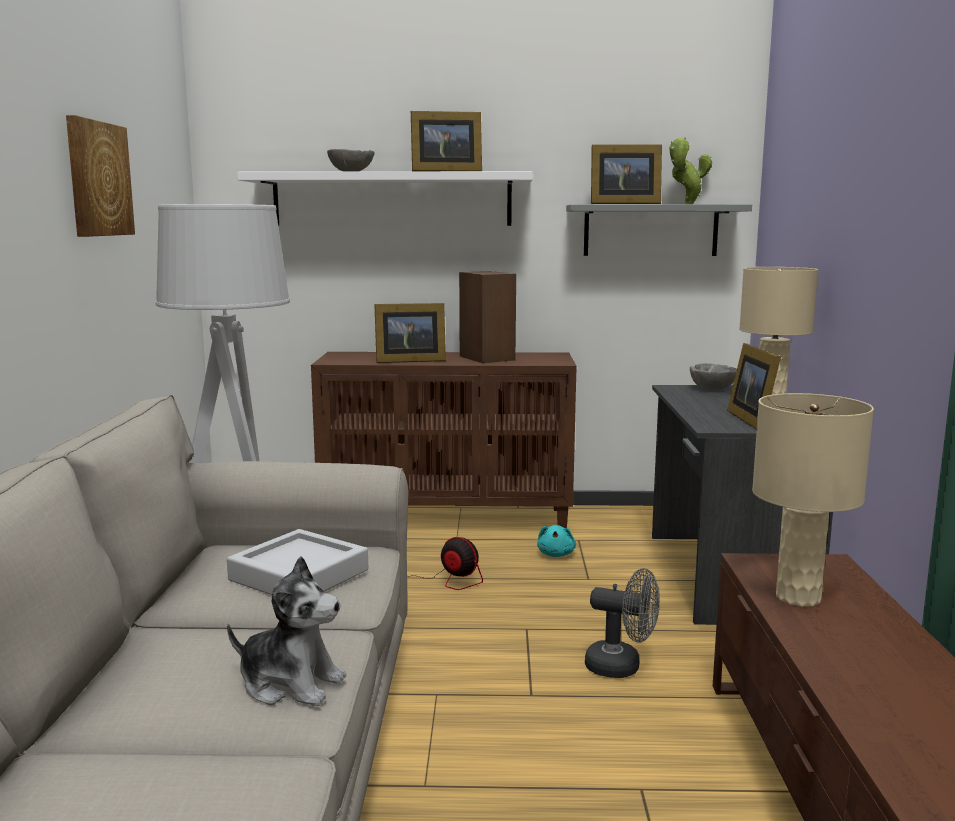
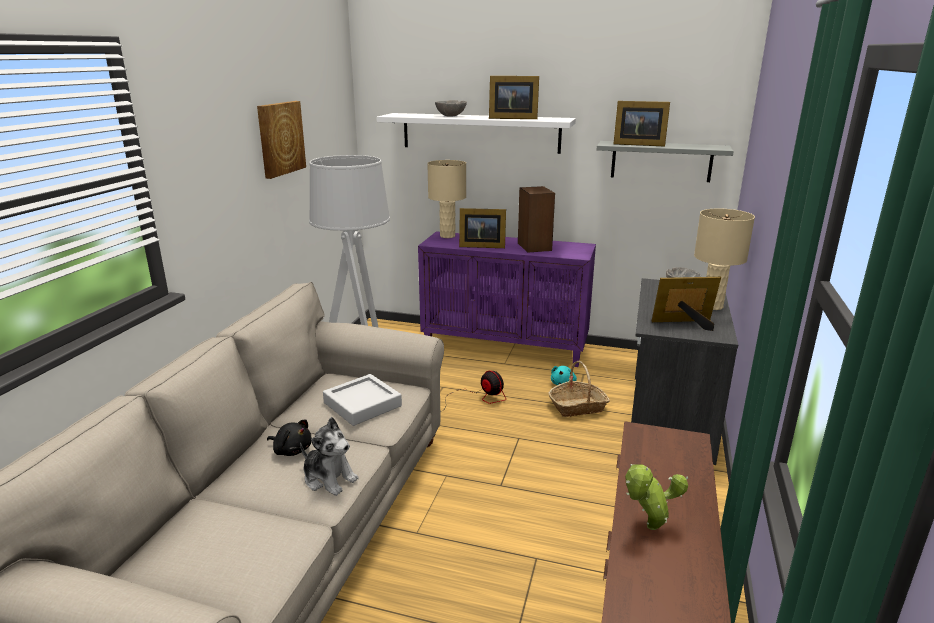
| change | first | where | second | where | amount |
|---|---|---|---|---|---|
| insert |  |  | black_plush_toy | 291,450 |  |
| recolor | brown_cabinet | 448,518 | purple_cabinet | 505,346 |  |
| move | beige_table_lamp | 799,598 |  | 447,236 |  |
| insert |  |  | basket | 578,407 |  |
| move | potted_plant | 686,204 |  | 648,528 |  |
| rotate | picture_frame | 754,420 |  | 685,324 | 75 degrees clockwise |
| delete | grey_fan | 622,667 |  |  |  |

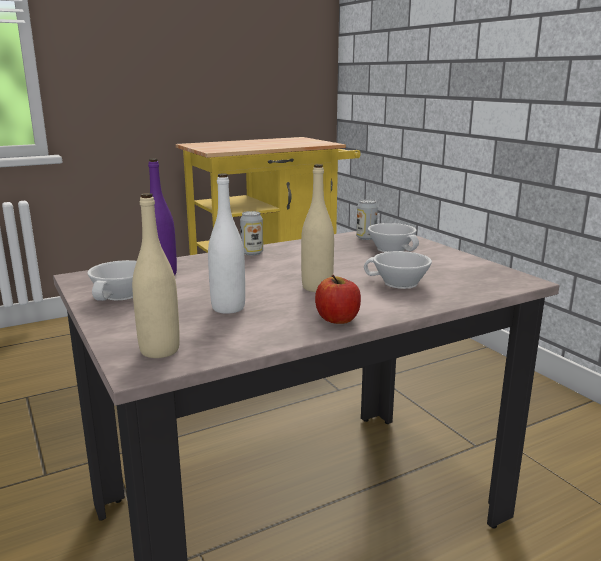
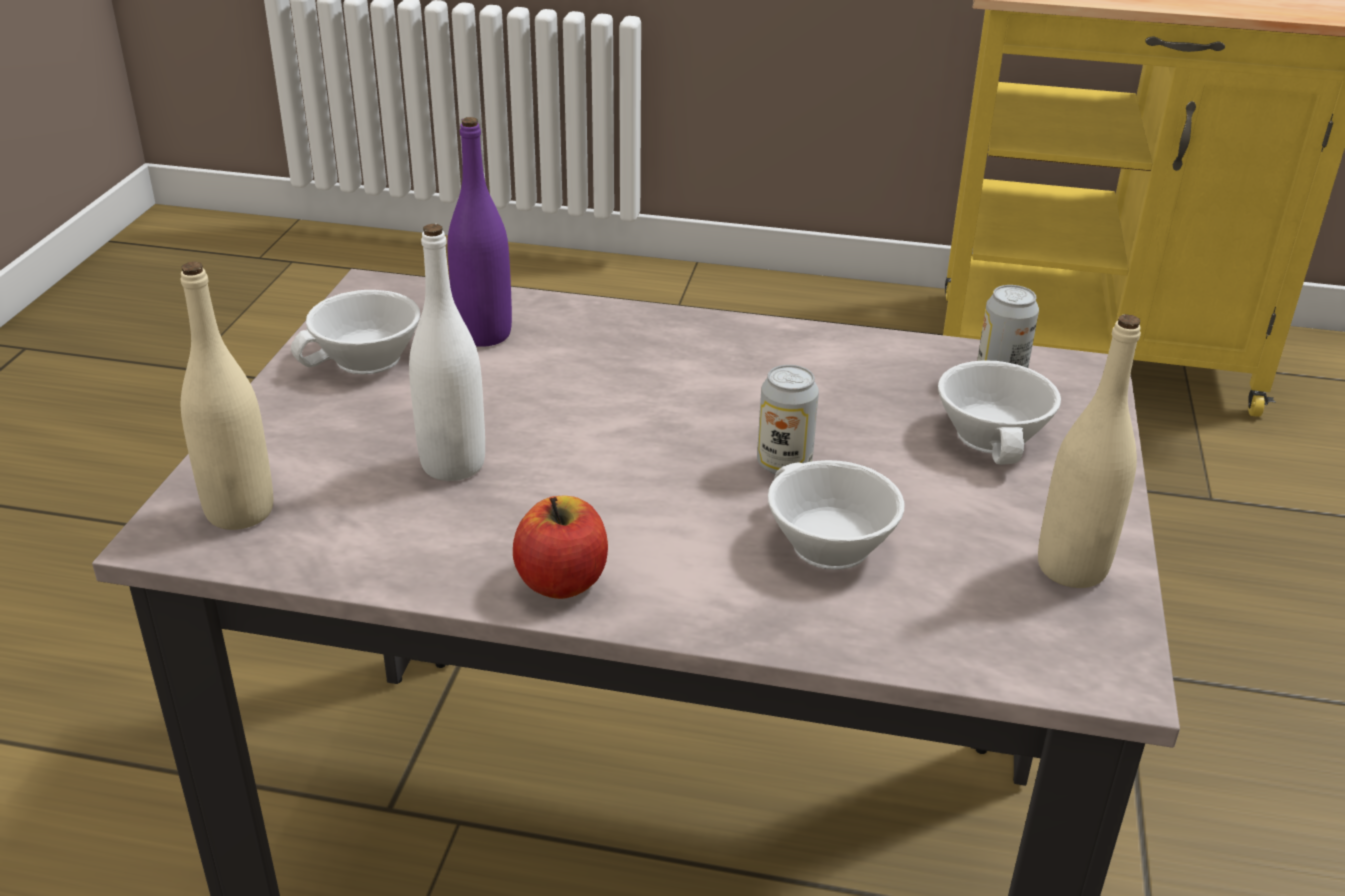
| change | first | where | second | where | amount |
|---|---|---|---|---|---|
| move | can | 252,253 |  | 784,464 |  |
| move | beige_bottle | 317,287 |  | 1071,568 |  |

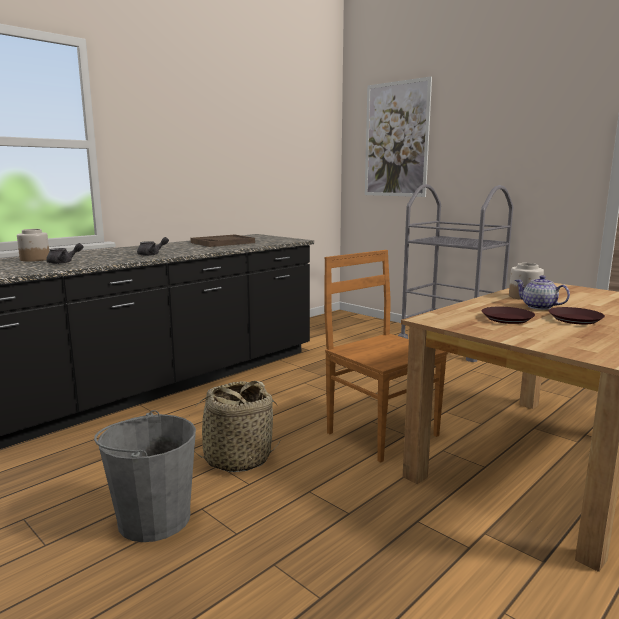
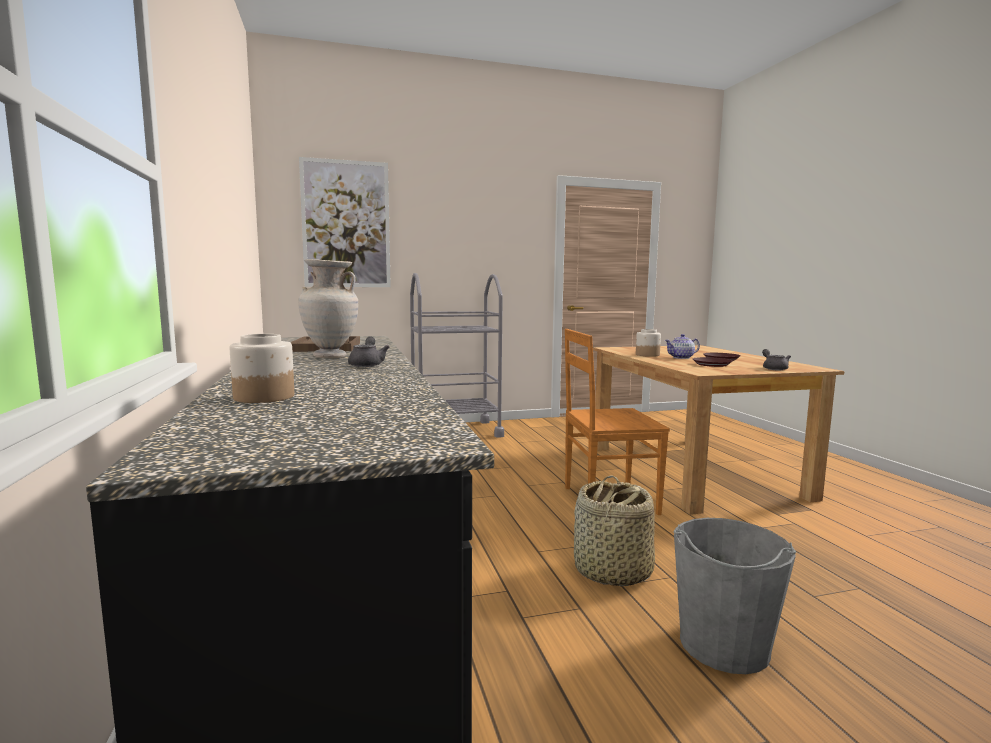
| change | first | where | second | where | amount |
|---|---|---|---|---|---|
| insert |  |  | beige_vase | 330,357 |  |
| move | grey_teapot | 64,262 |  | 773,368 |  |

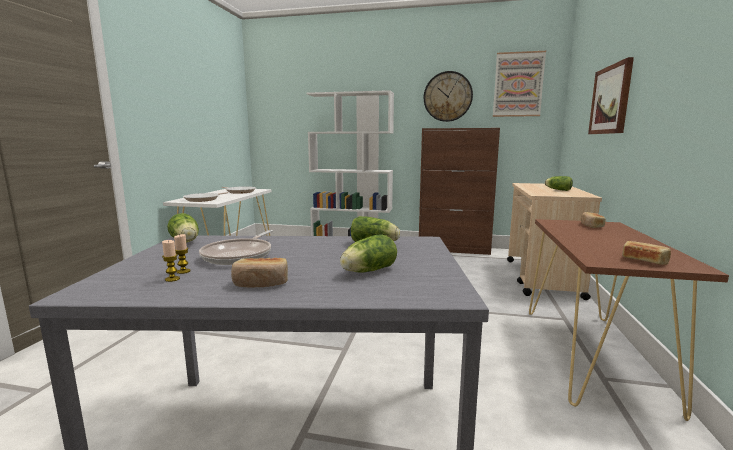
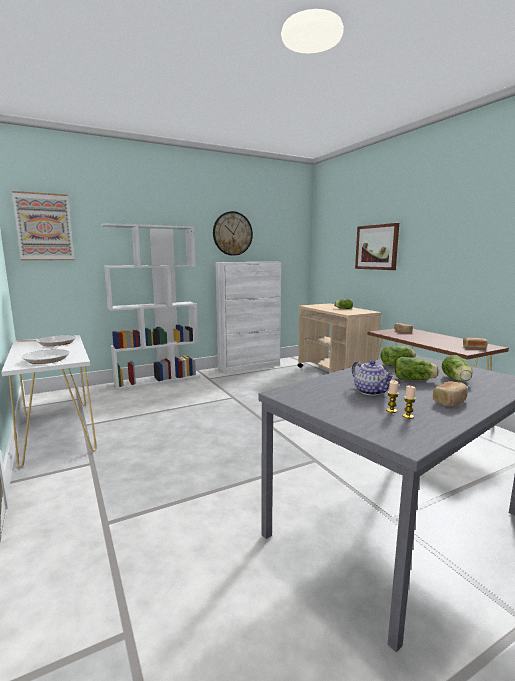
| change | first | where | second | where | amount |
|---|---|---|---|---|---|
| move | picture | 518,84 |  | 44,227 |  |
| recolor | brown_cabinet | 454,249 | white_cabinet | 249,366 |  |
| replace | frying_pan | 240,255 | teapot | 371,392 |  |
| move | lettuce | 185,242 |  | 415,380 |  |

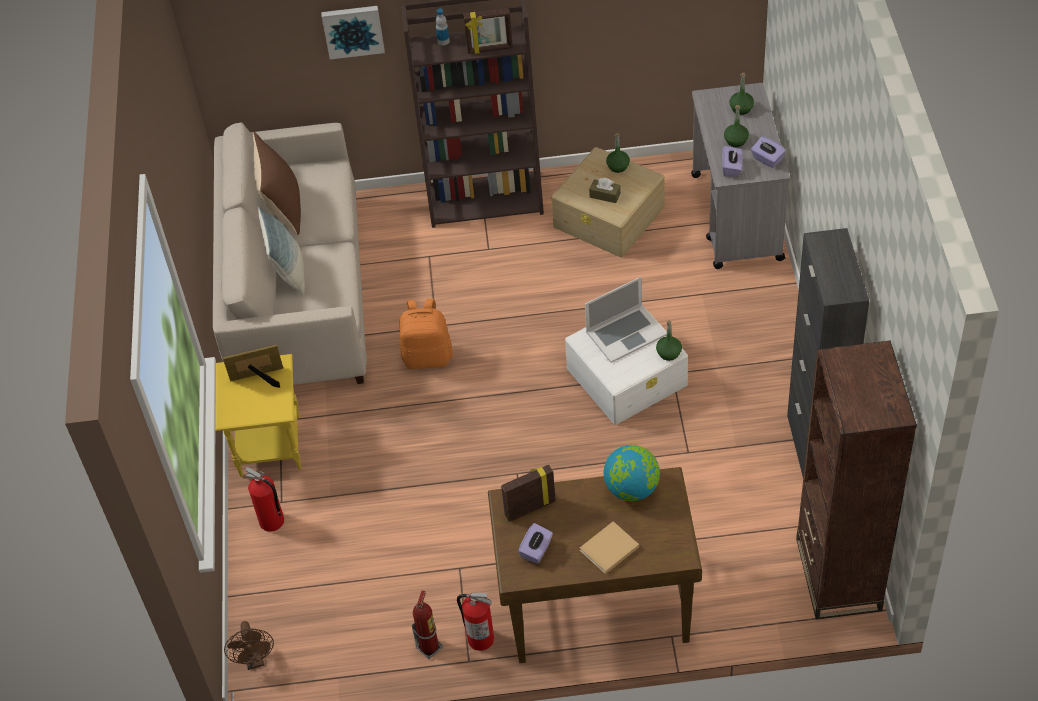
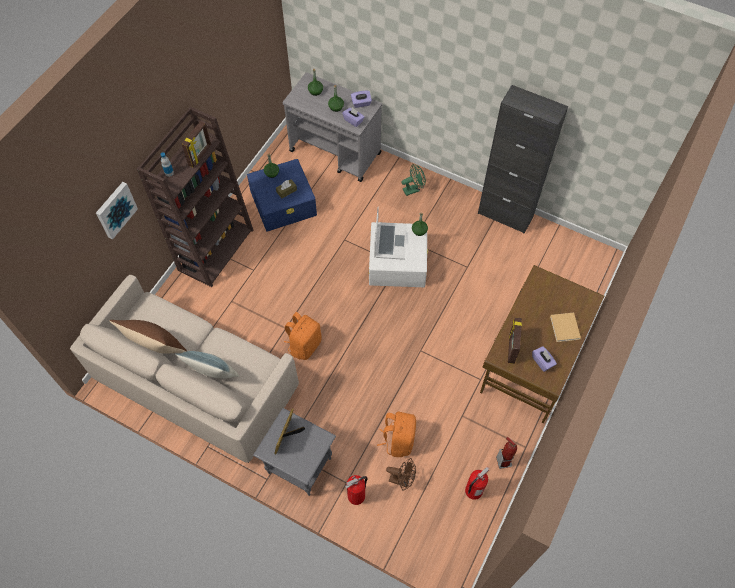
| change | first | where | second | where | amount |
|---|---|---|---|---|---|
| recolor | beige_storage_box | 609,217 | blue_storage_box | 284,203 |  |
| recolor | yellow_side_table | 270,445 | grey_side_table | 299,465 |  |
| insert |  |  | orange_backpack | 398,440 |  |
| move | brown_fan | 255,660 |  | 402,480 |  |
| insert |  |  | green_fan | 413,189 |  |
| move | fire_extinguisher | 480,638 |  | 473,491 |  |
| delete | globe | 632,489 |  |  |  |
| delete | brown_bookcase | 838,574 |  |  |  |

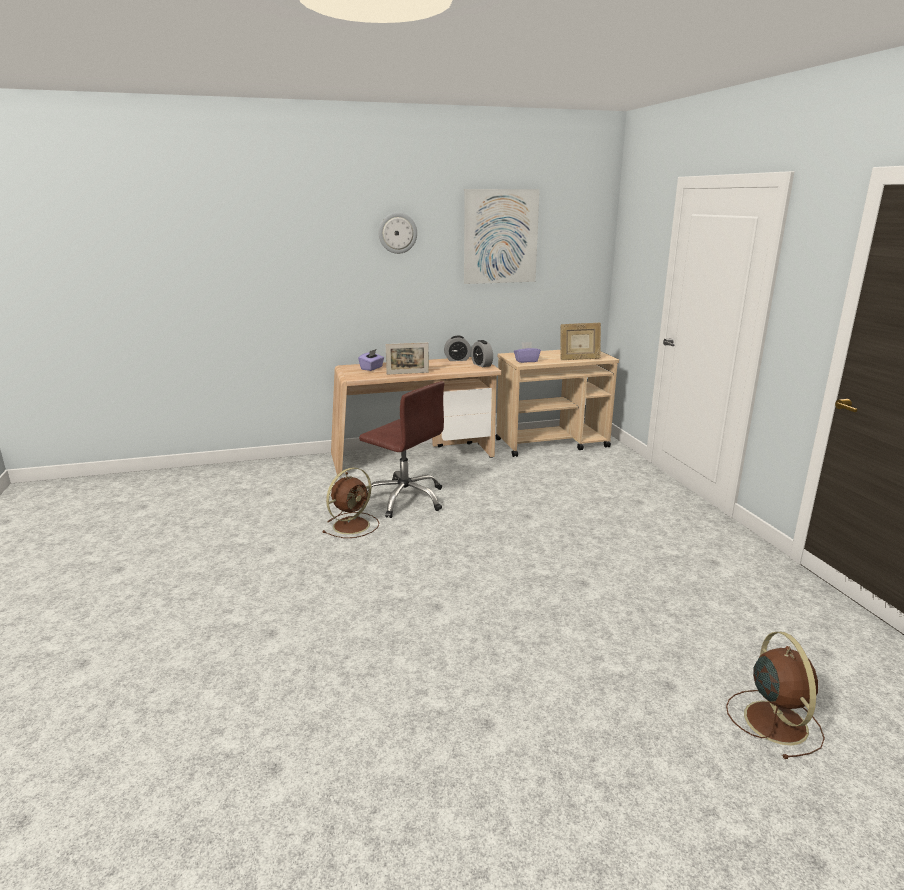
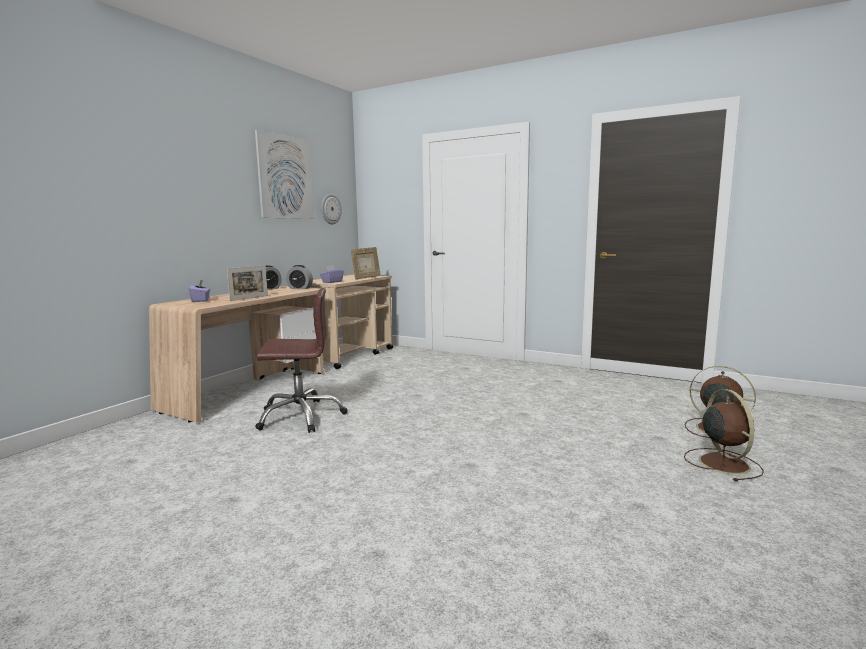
| change | first | where | second | where | amount |
|---|---|---|---|---|---|
| move | wall_clock | 397,233 |  | 330,209 |  |
| move | brown_fan | 352,525 |  | 722,463 |  |

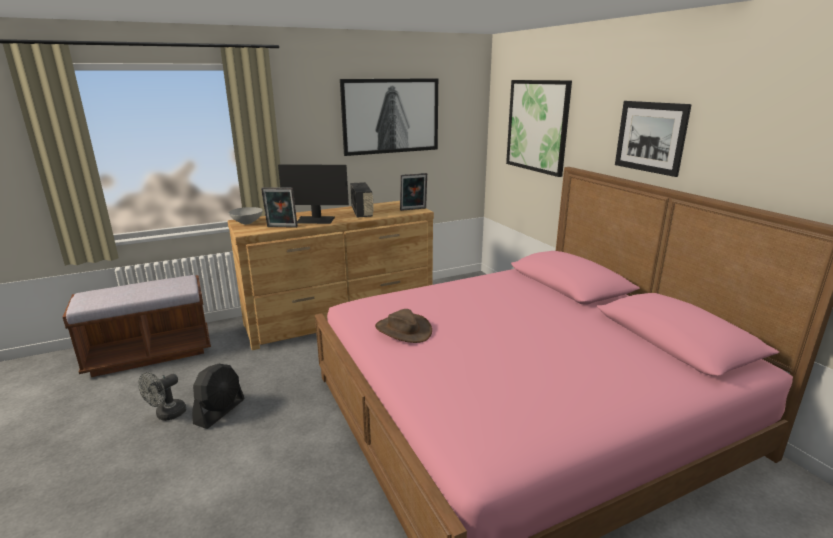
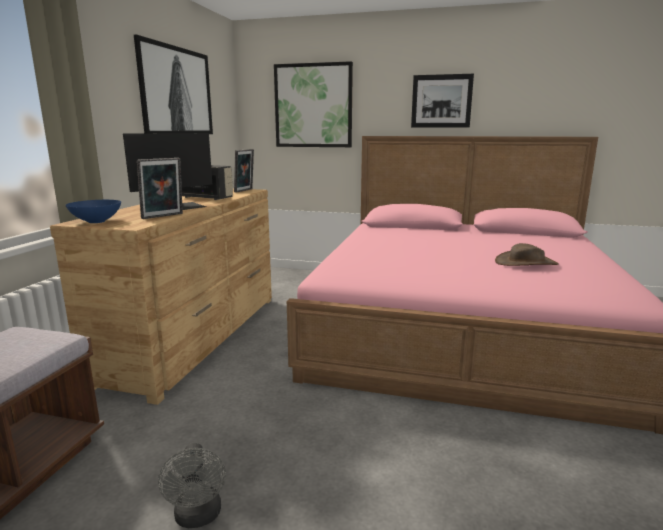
| change | first | where | second | where | amount |
|---|---|---|---|---|---|
| recolor | grey_bowl | 247,223 | blue_bowl | 97,221 |  |
| move | brown_hat | 403,330 |  | 526,263 |  |
| delete | black_fan | 220,411 |  |  |  |

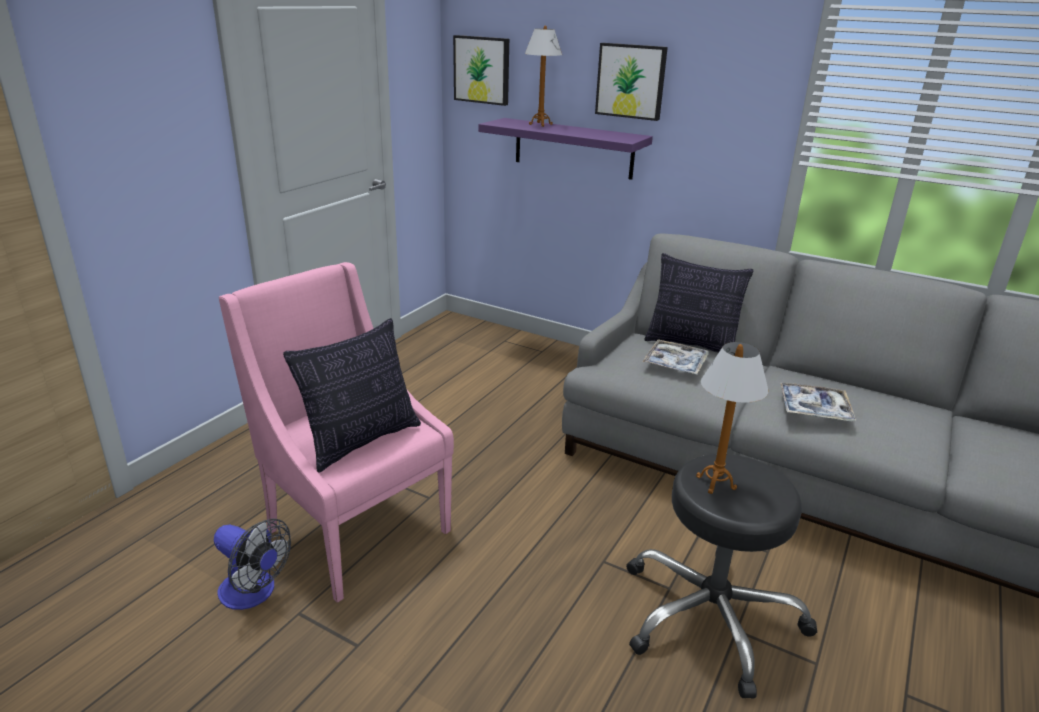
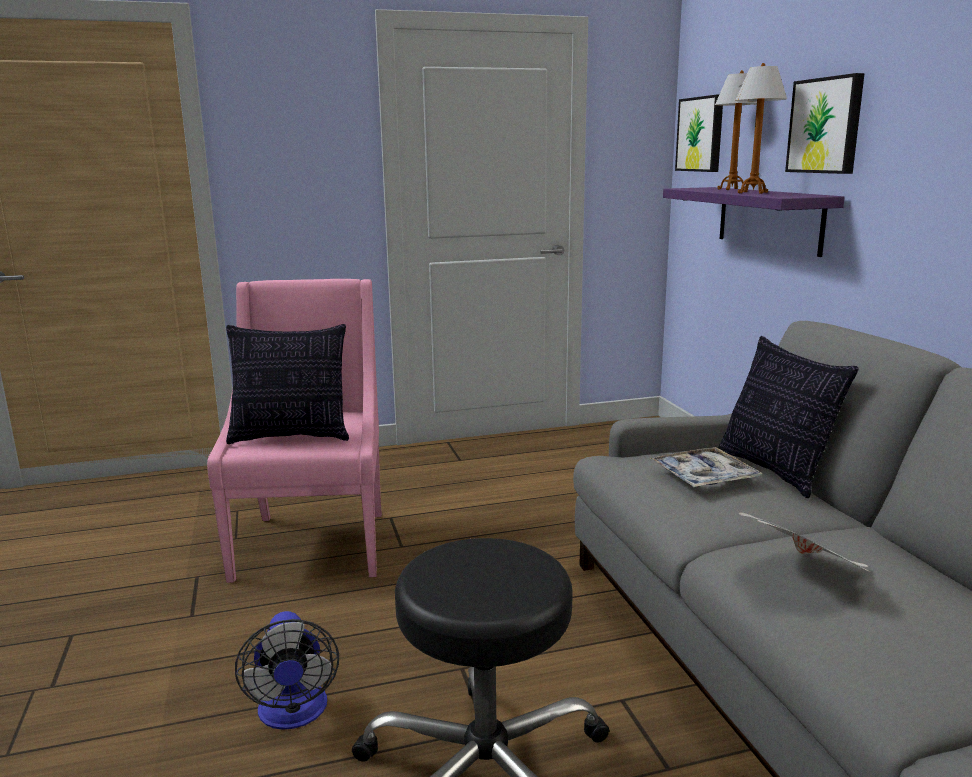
| change | first | where | second | where | amount |
|---|---|---|---|---|---|
| move | fan | 254,593 |  | 293,714 |  |
| move | table_lamp | 716,483 |  | 752,193 |  |
| replace | tray | 814,409 | newspaper | 806,574 |  |

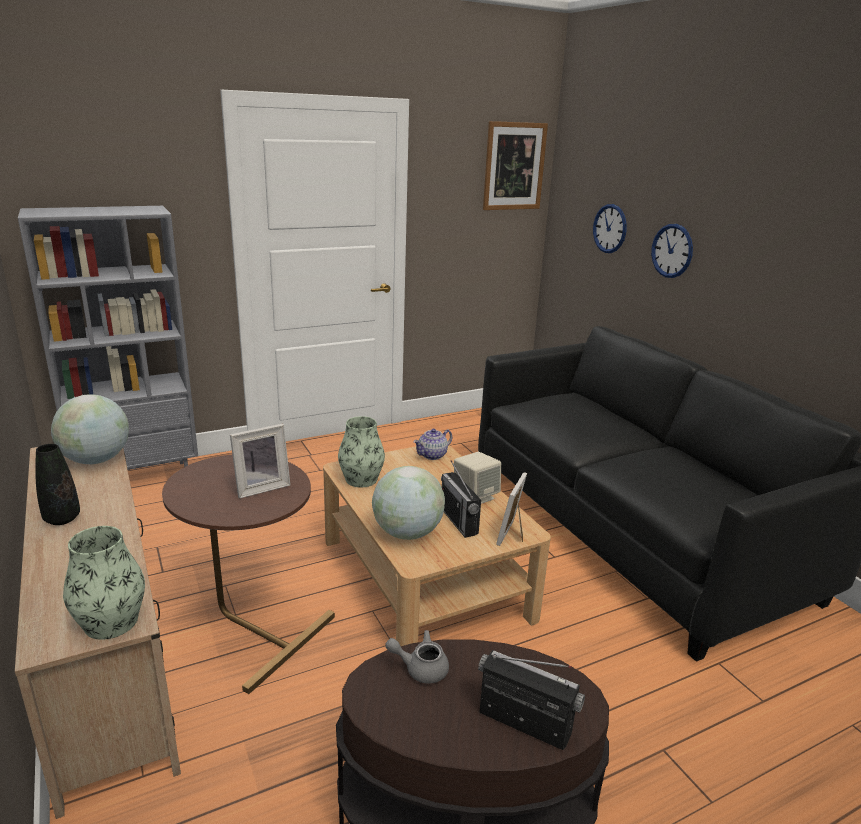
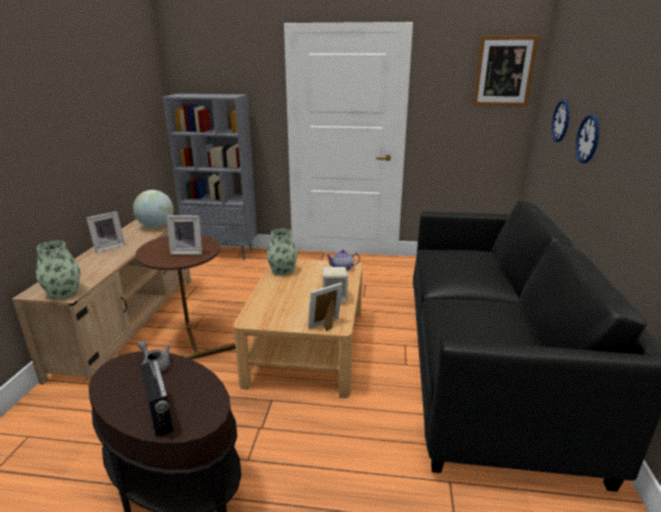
| change | first | where | second | where | amount |
|---|---|---|---|---|---|
| replace | black_vase | 62,519 | picture_frame | 108,247 |  |
| delete | globe | 407,533 |  |  |  |
| delete | radio | 458,521 |  |  |  |

